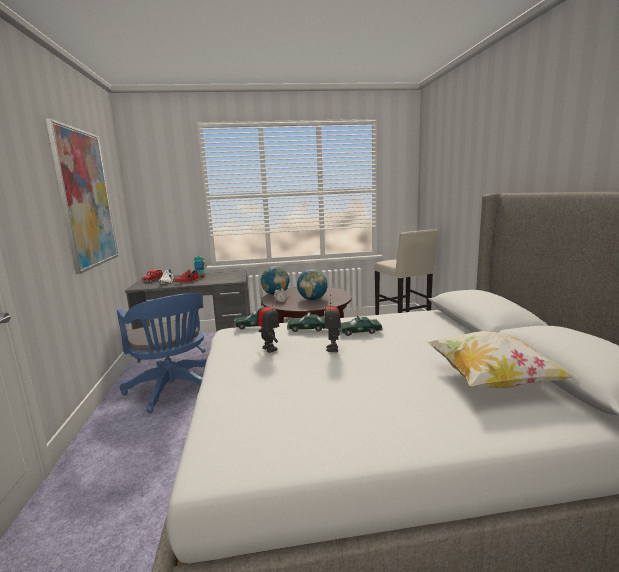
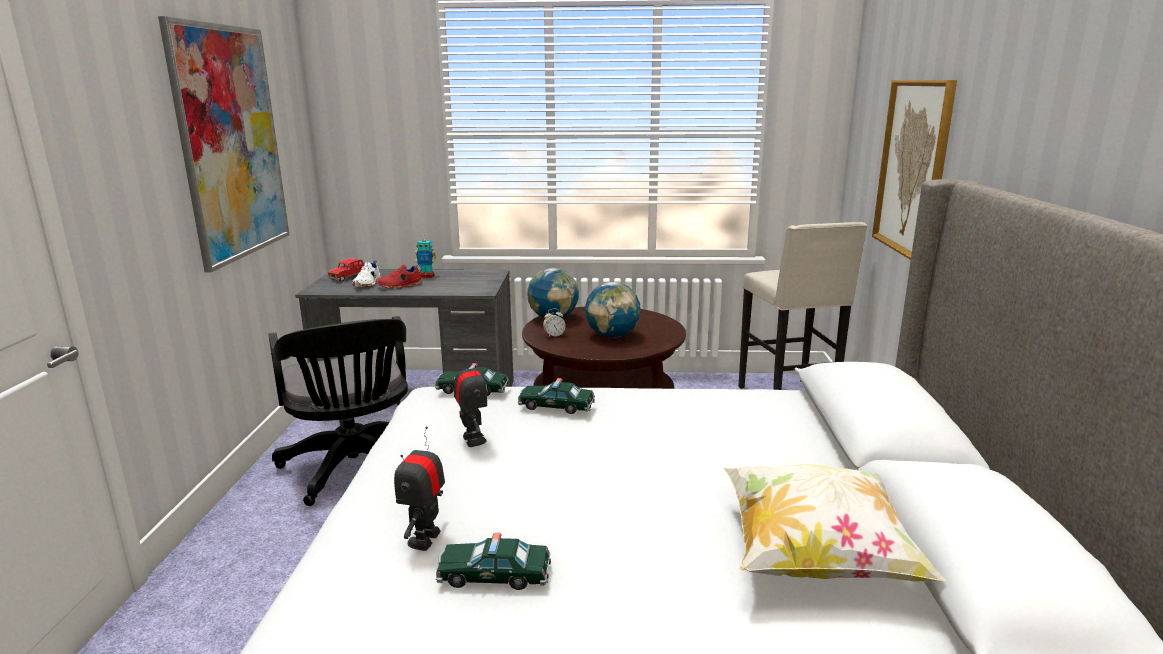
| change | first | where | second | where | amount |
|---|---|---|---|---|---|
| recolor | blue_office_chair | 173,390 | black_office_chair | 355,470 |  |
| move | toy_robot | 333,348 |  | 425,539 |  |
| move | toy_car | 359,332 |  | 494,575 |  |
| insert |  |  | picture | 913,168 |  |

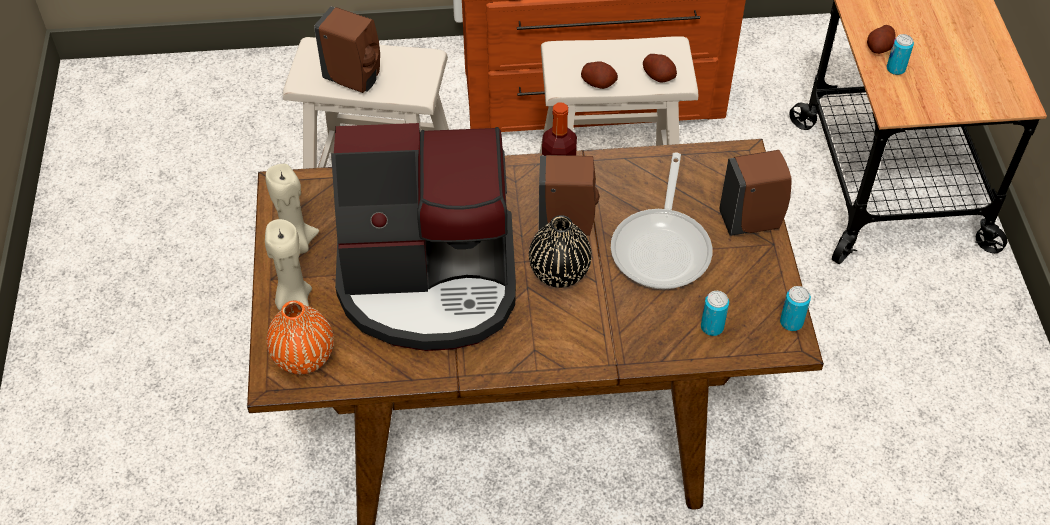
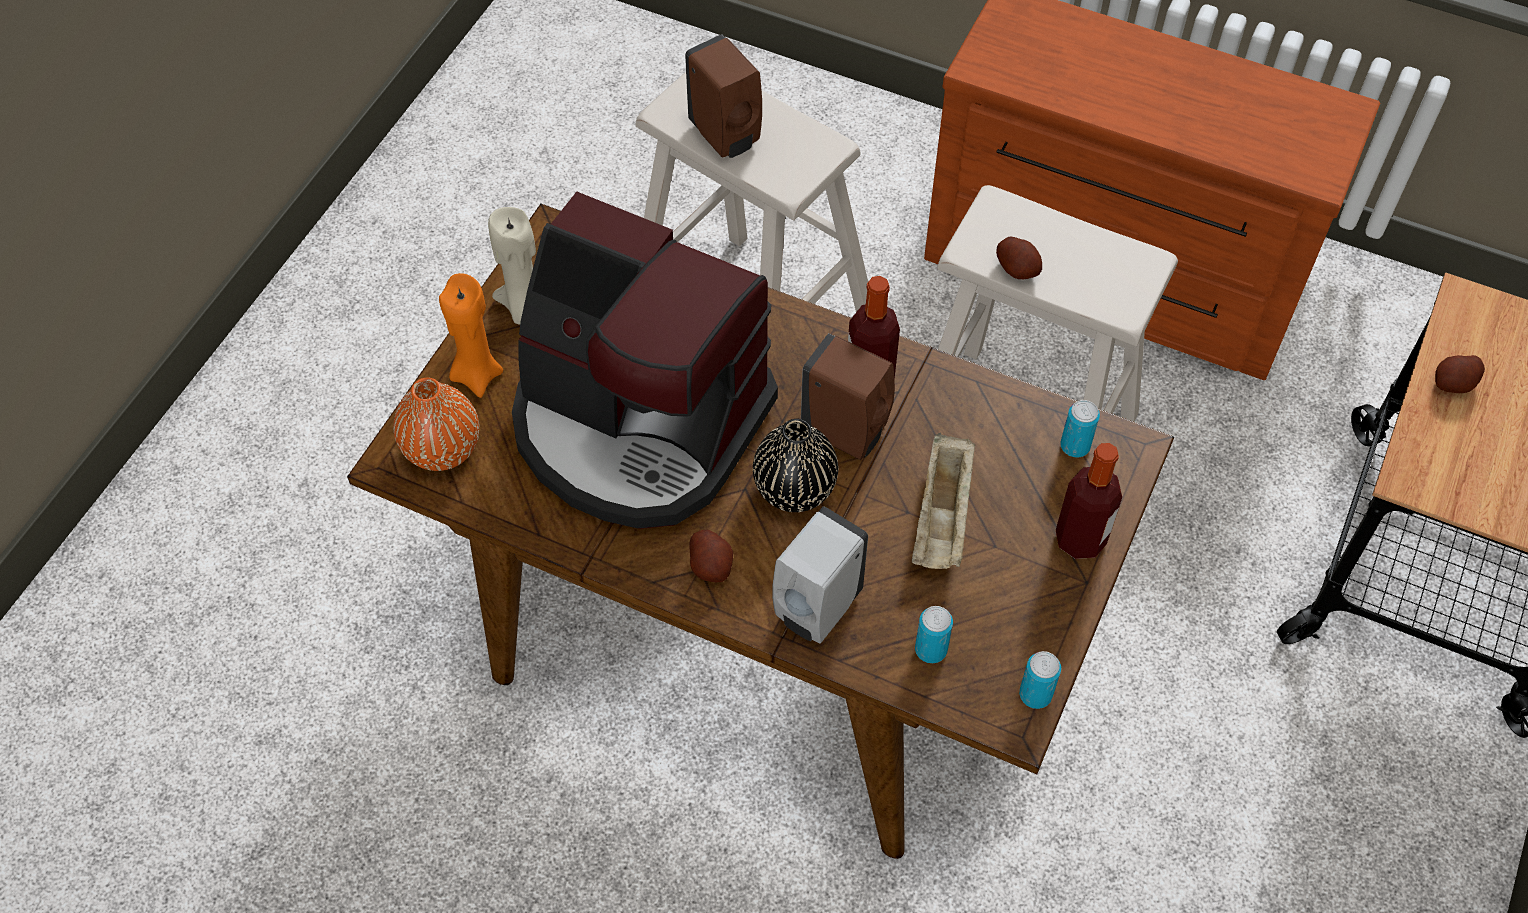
| change | first | where | second | where | amount |
|---|---|---|---|---|---|
| recolor | beige_candle | 293,299 | orange_candle | 477,374 |  |
| move | potato | 659,76 |  | 711,565 |  |
| insert |  |  | white_soap_dispenser | 815,610 |  |
| replace | frying_pan | 663,247 | beige_tray | 943,518 |  |
| replace | brown_soap_dispenser | 752,221 | bottle | 1080,539 |  |
| move | can | 895,69 |  | 1075,446 |  |

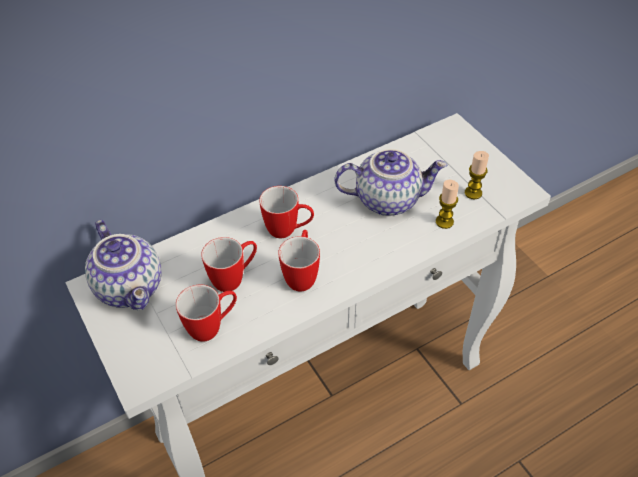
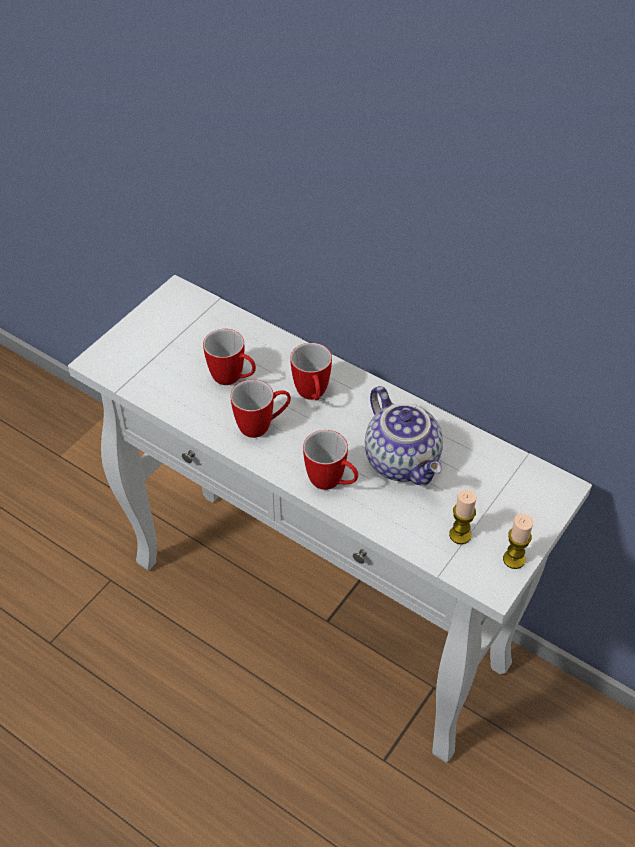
| change | first | where | second | where | amount |
|---|---|---|---|---|---|
| move | mug | 212,327 |  | 332,483 |  |
| move | candle | 444,222 |  | 514,559 |  |
| delete | teapot | 132,287 |  |  |  |

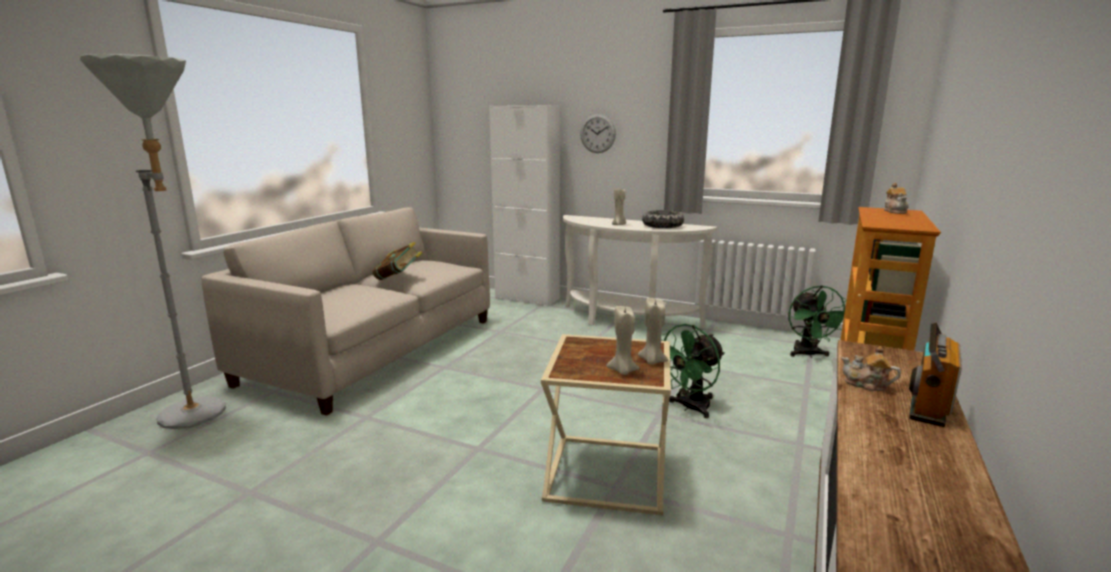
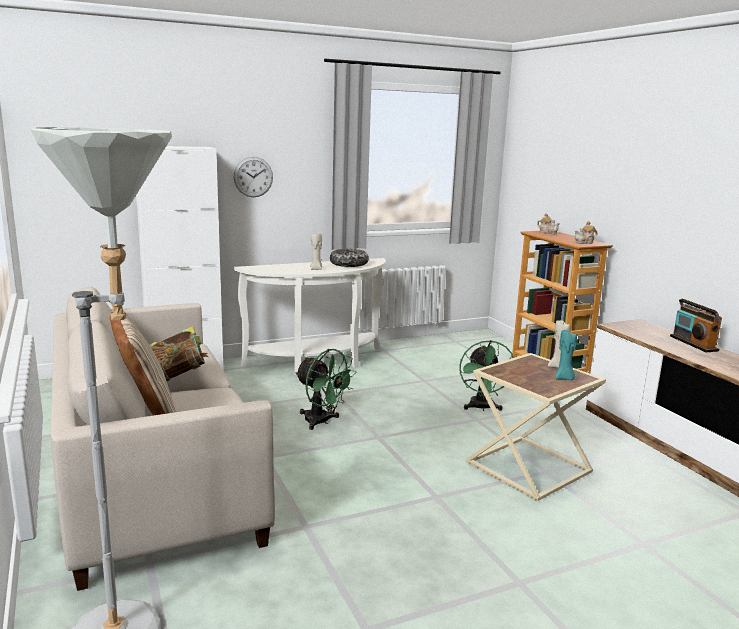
| change | first | where | second | where | amount |
|---|---|---|---|---|---|
| insert |  |  | beige_pillow | 146,414 |  |
| move | green_fan | 808,354 |  | 322,422 |  |
| recolor | beige_candle | 622,371 | turquoise_candle | 564,378 |  |
| move | teapot | 866,384 |  | 584,242 |  |

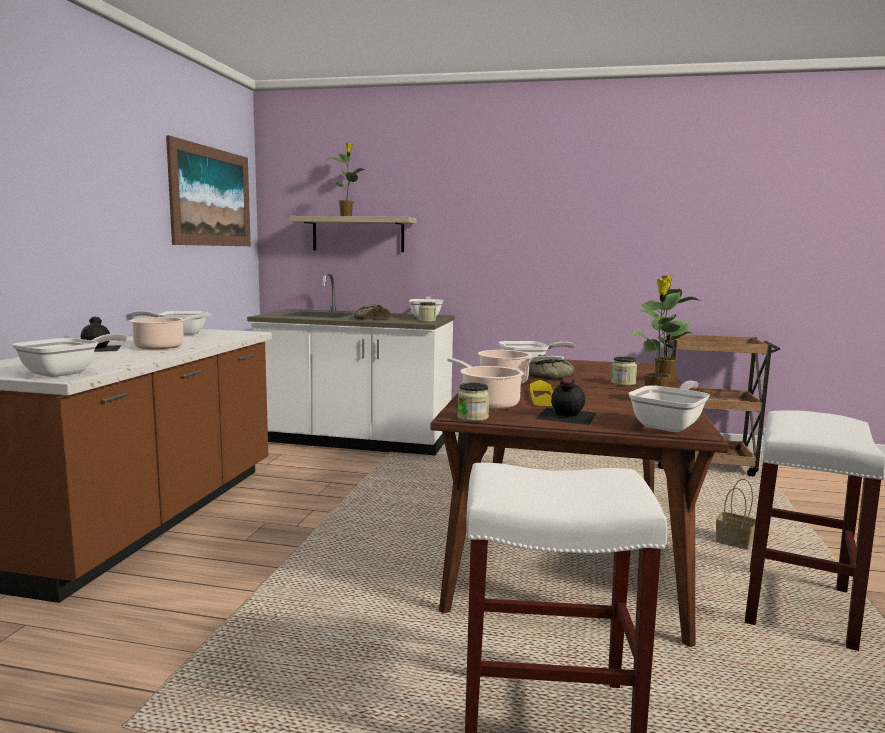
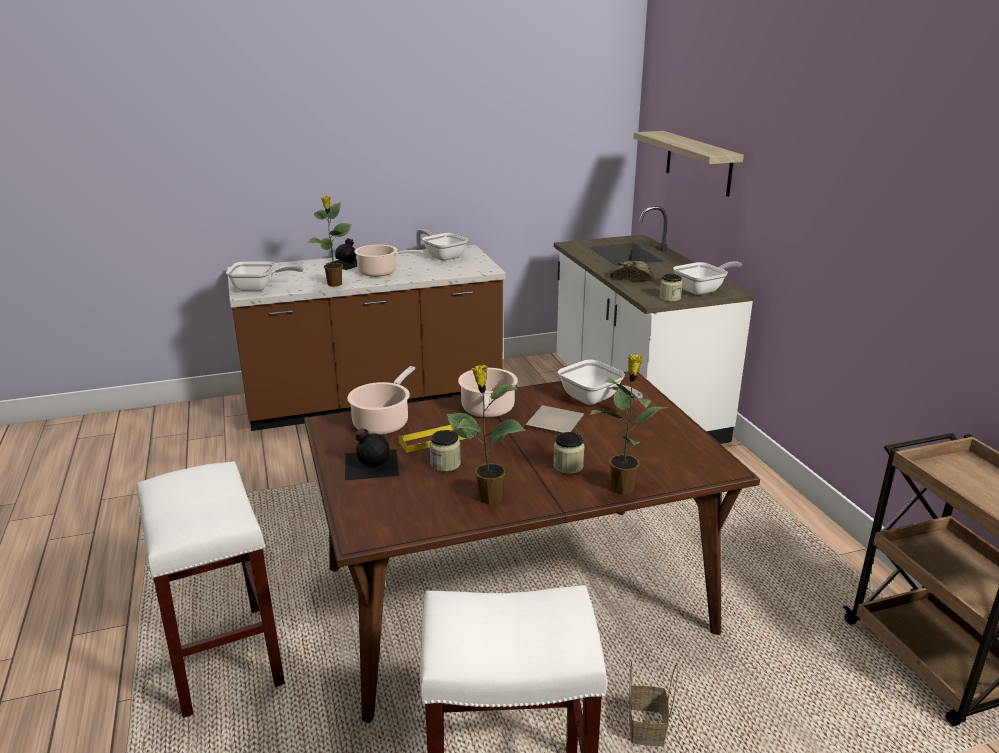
| change | first | where | second | where | amount |
|---|---|---|---|---|---|
| move | potted_plant | 346,216 |  | 334,284 |  |
| move | jar | 472,417 |  | 445,464 |  |
| replace | bread | 552,375 | plate | 557,422 |  |
| delete | picture | 211,197 |  |  |  |
| delete | frying_pan | 670,425 |  |  |  |

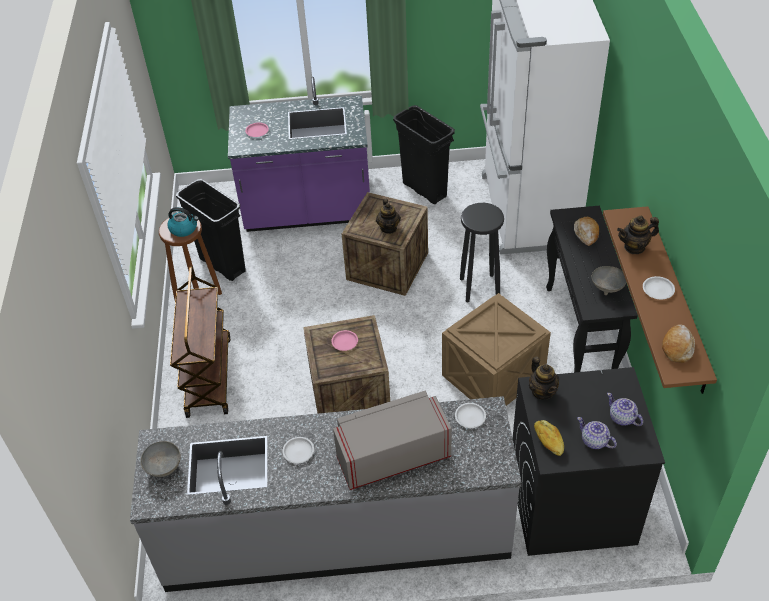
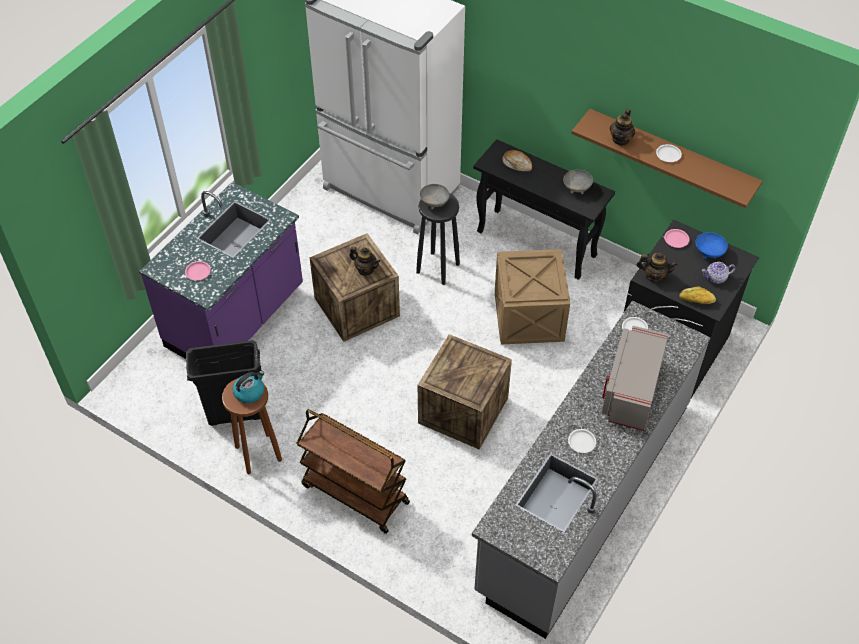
| change | first | where | second | where | amount |
|---|---|---|---|---|---|
| move | grey_bowl | 164,468 |  | 435,203 |  |
| move | pink_plate | 345,342 |  | 676,239 |  |
| replace | teapot | 622,418 | blue_bowl | 709,253 |  |
| delete | black_trash_can | 425,190 |  |  |  |
| delete | bread | 677,347 |  |  |  |

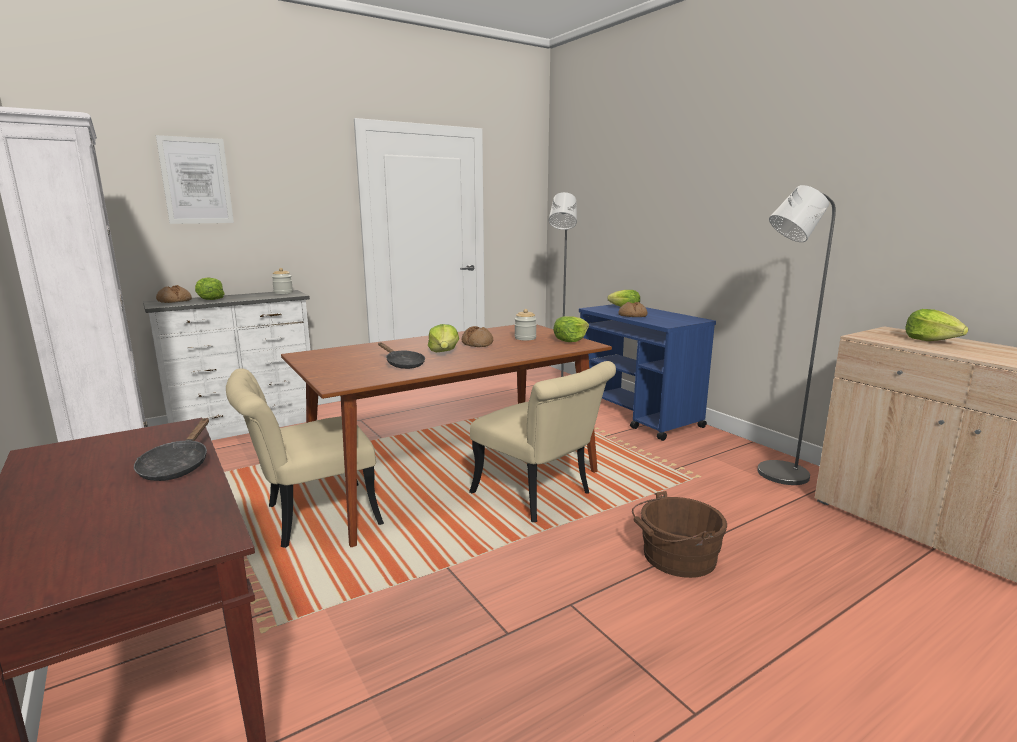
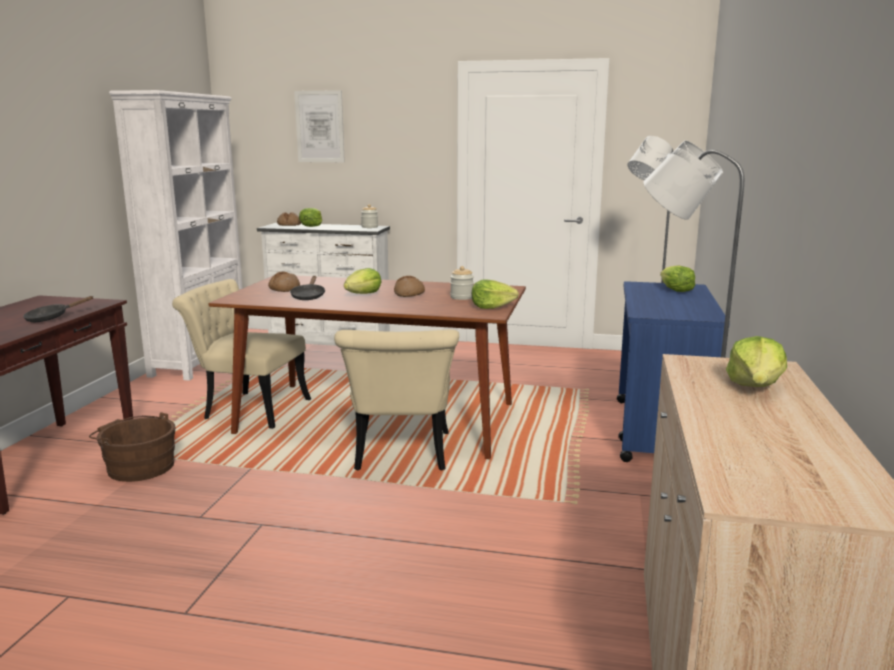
| change | first | where | second | where | amount |
|---|---|---|---|---|---|
| move | brown_bucket | 675,557 |  | 138,466 |  |
| move | bread | 632,316 |  | 284,289 |  |

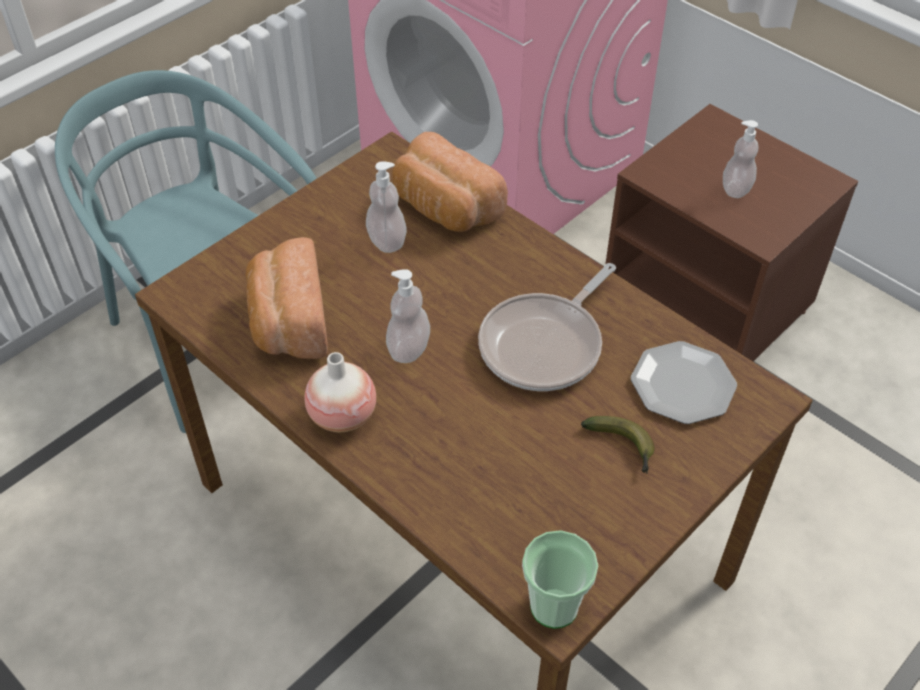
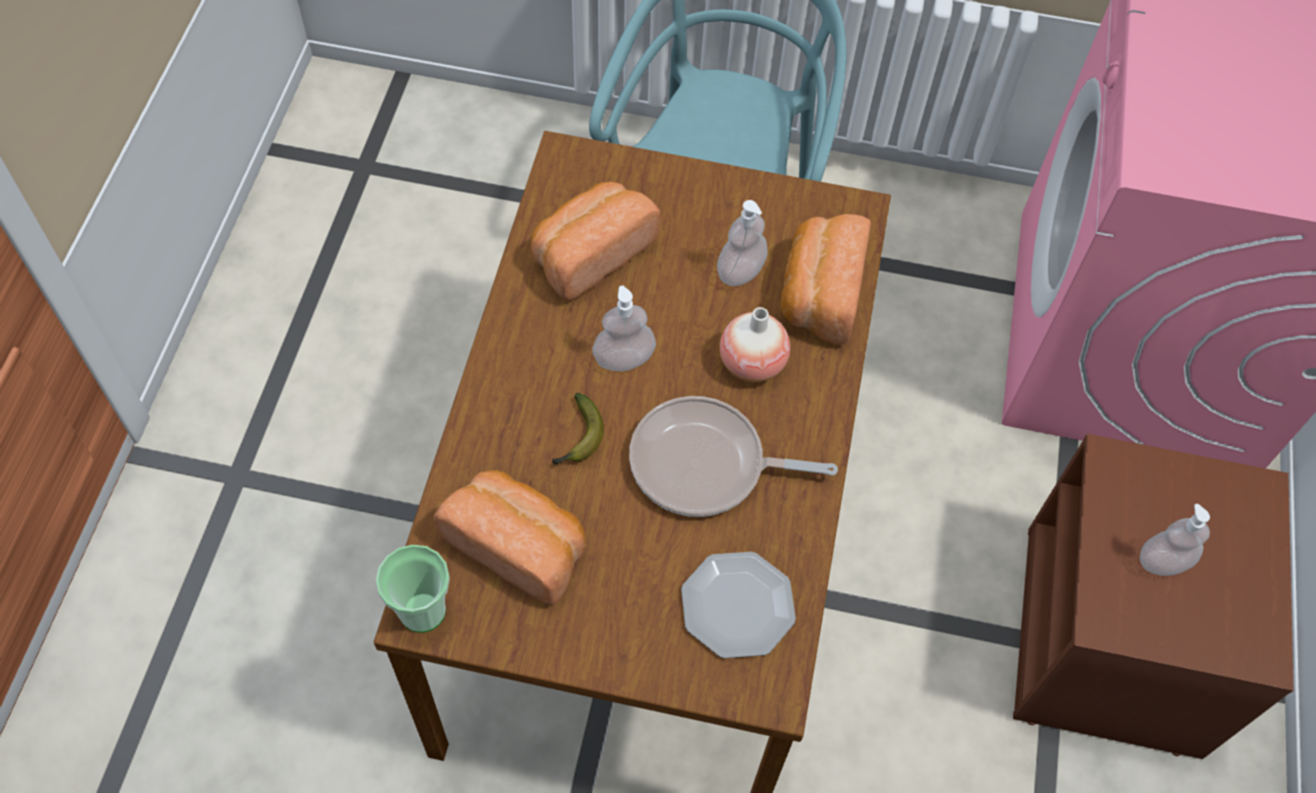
| change | first | where | second | where | amount |
|---|---|---|---|---|---|
| insert |  |  | bread | 518,545 |  |
| move | banana | 623,447 |  | 578,438 |  |
| move | vase | 343,415 |  | 752,363 |  |

